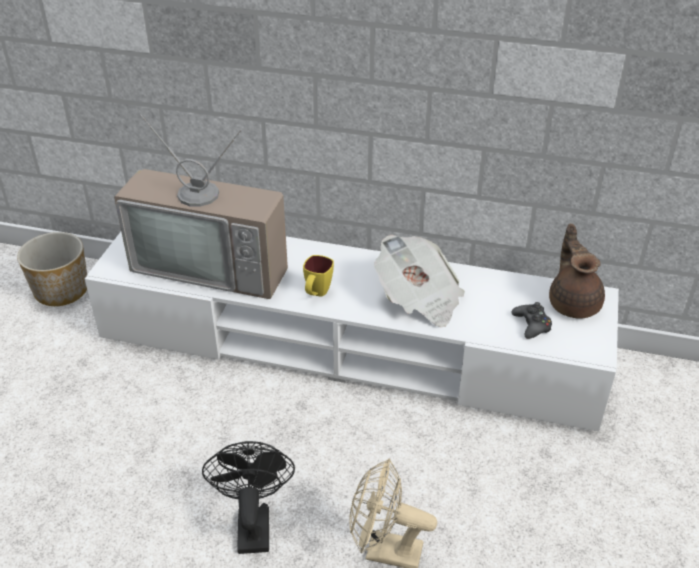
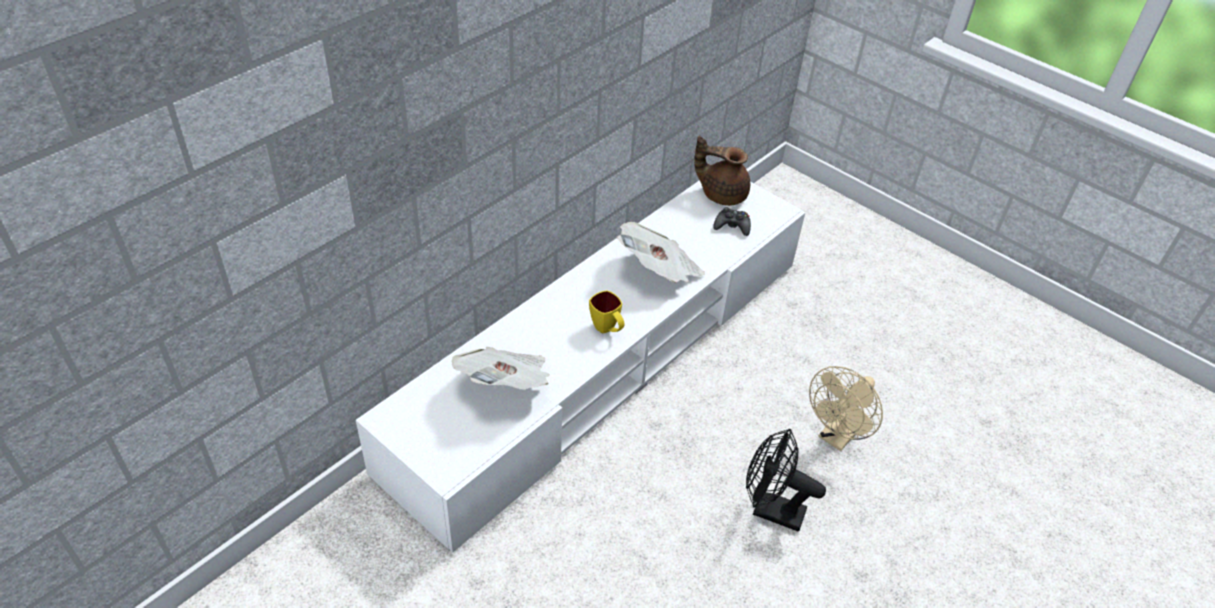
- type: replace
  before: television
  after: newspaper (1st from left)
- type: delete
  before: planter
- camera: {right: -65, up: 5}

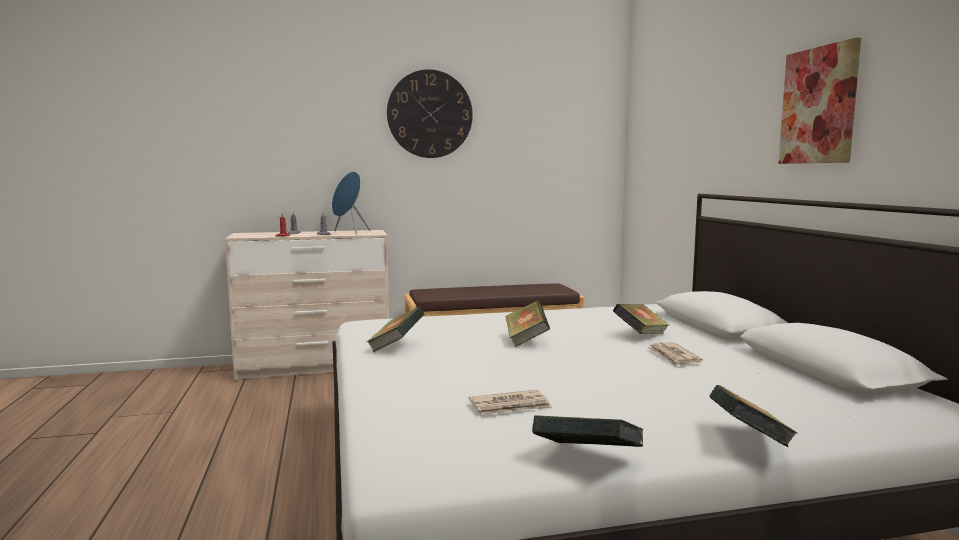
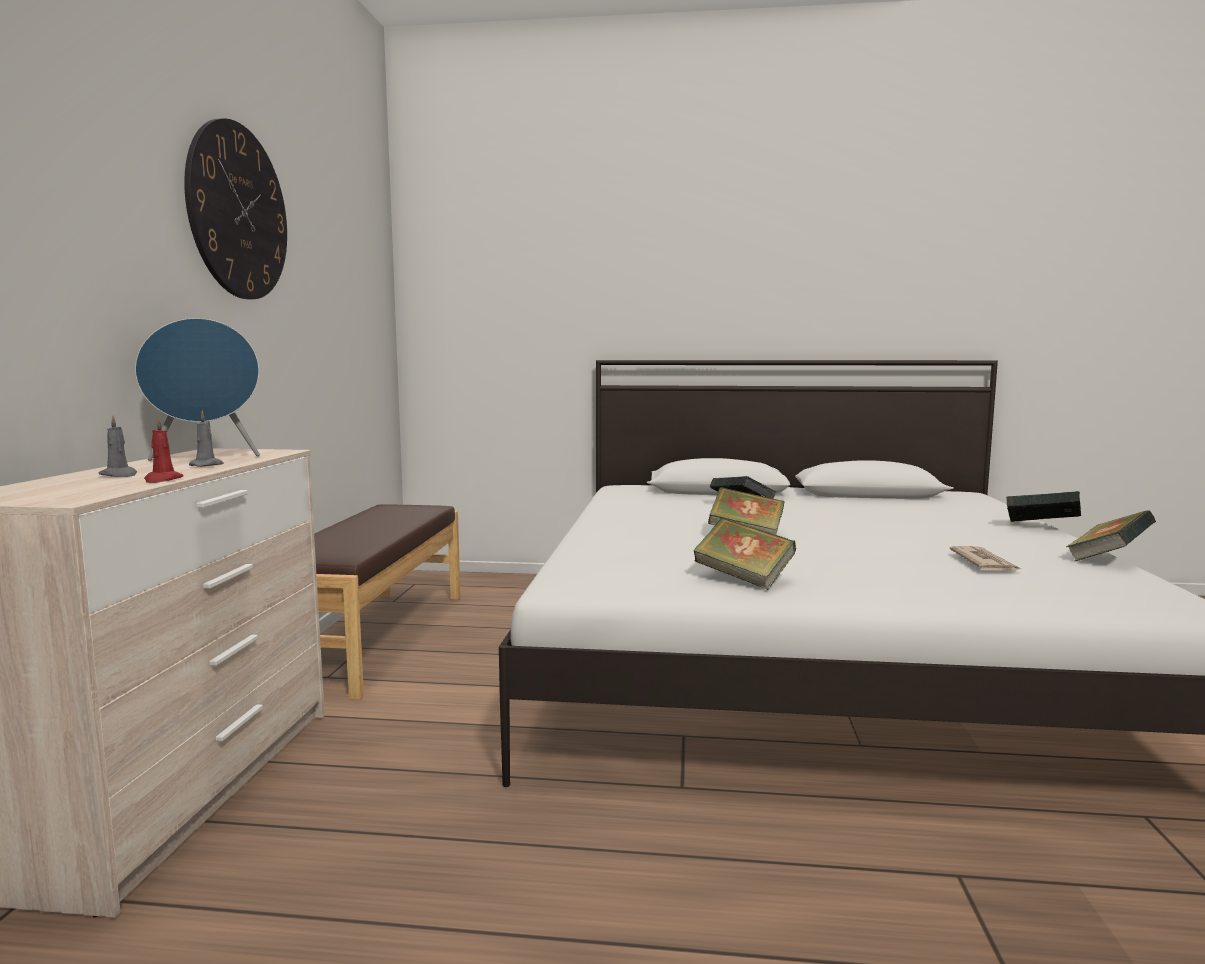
- type: delete
  before: picture
- type: delete
  before: newspaper (2nd from left)
- camera: {right: -70, up: 0}

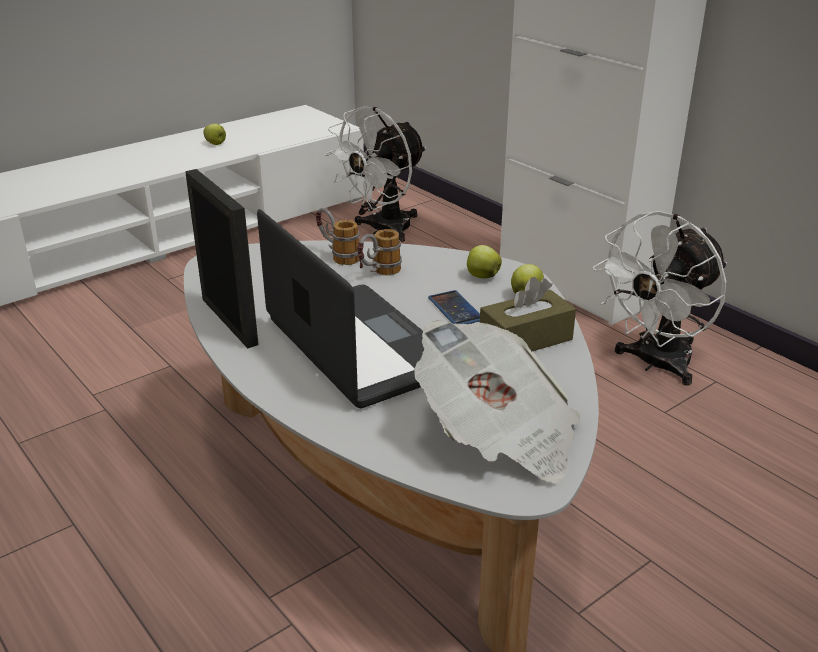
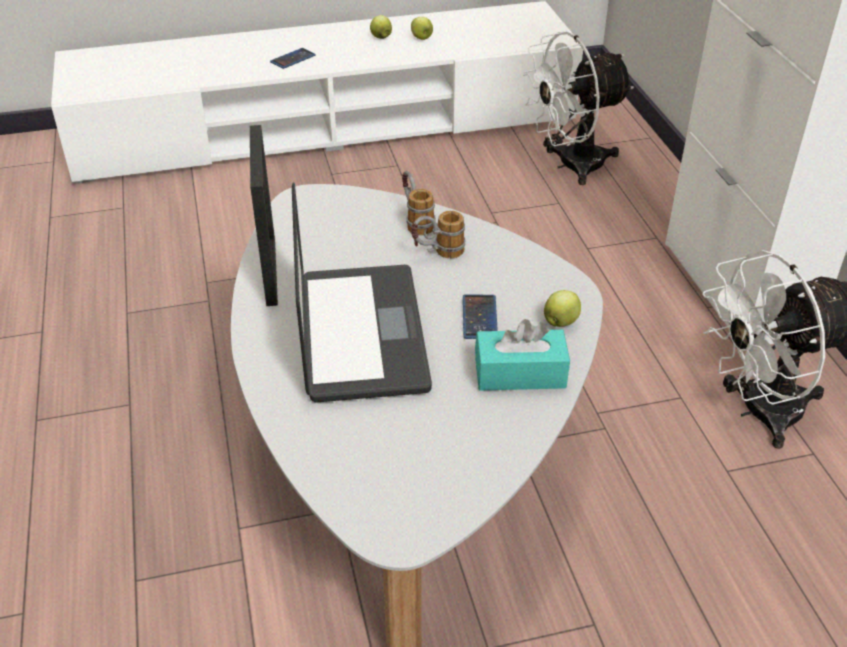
- type: move
  before: apple (2nd from left in the first image)
  after: apple (1st from left)
- type: recolor
  before: tissue box (brown)
  after: tissue box (turquoise)
- type: delete
  before: newspaper
- type: insert
  after: phone (1st from left)
- camera: {right: 25, up: 10}

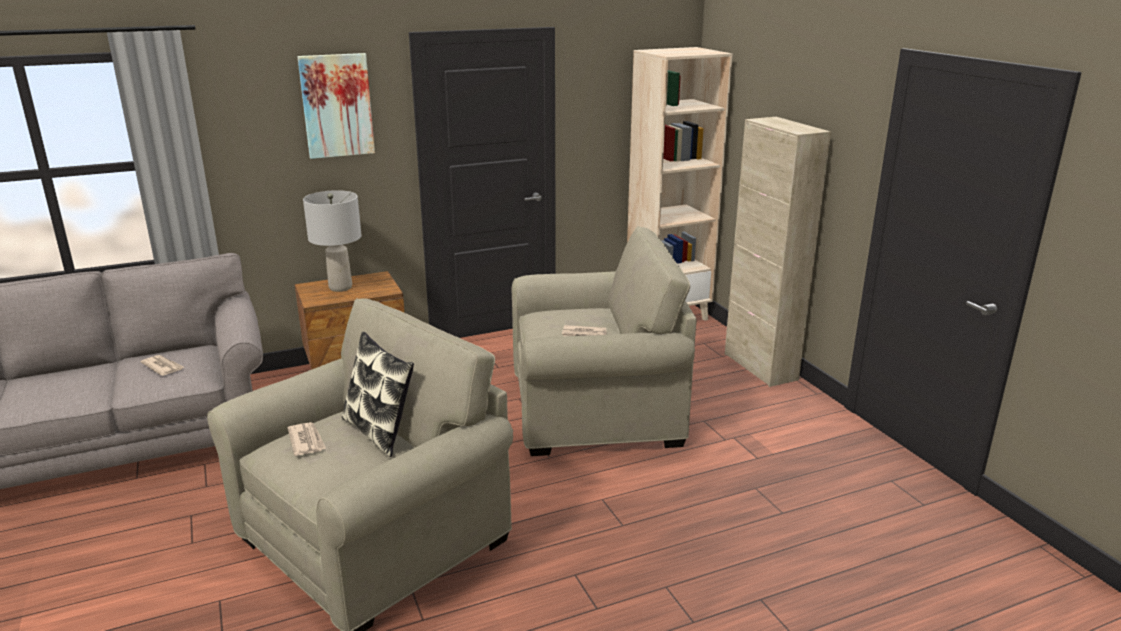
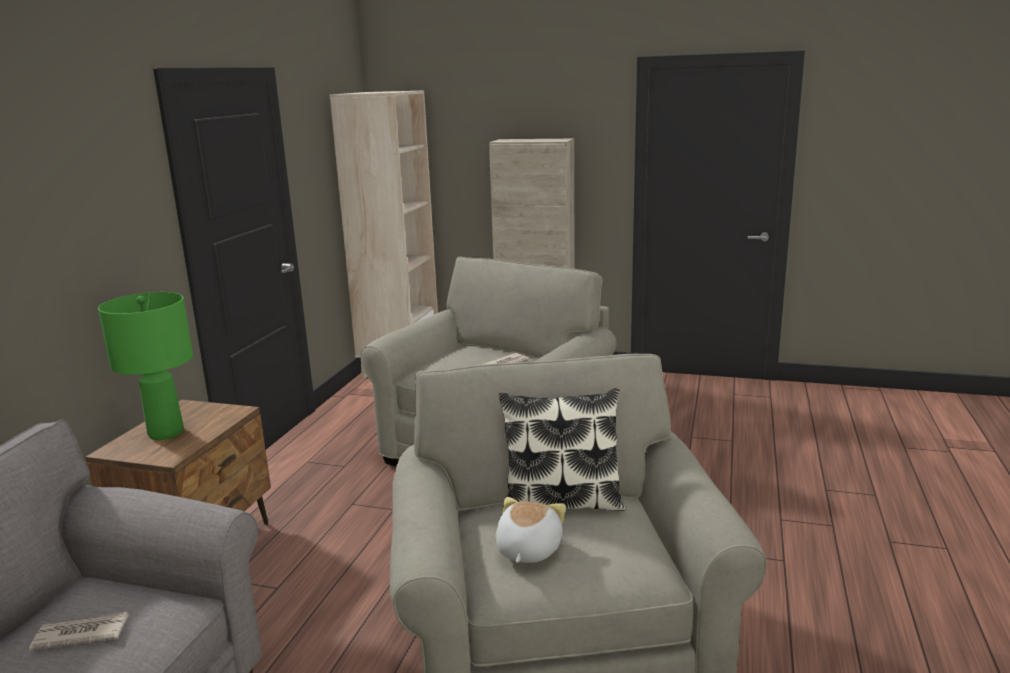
- type: delete
  before: picture
- type: recolor
  before: table lamp (grey)
  after: table lamp (green)
- type: replace
  before: newspaper (2nd from left)
  after: plush toy
- camera: {right: -50, up: -5}

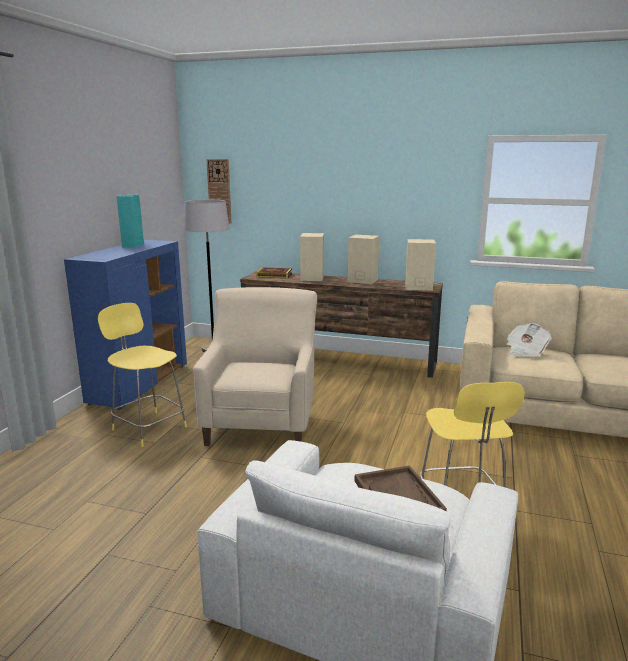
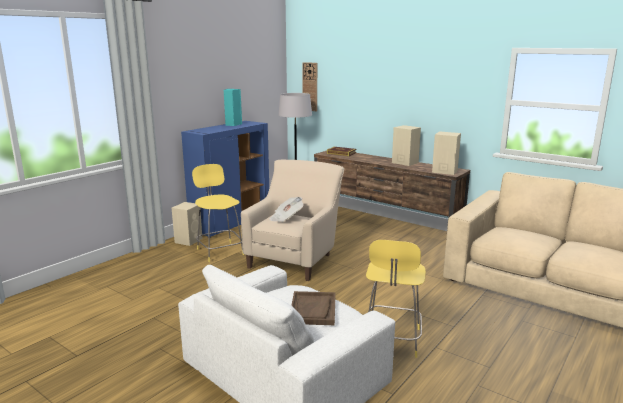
- type: move
  before: speaker (beige) (1st from left)
- type: move
  before: newspaper
- camera: {right: 20, up: 0}

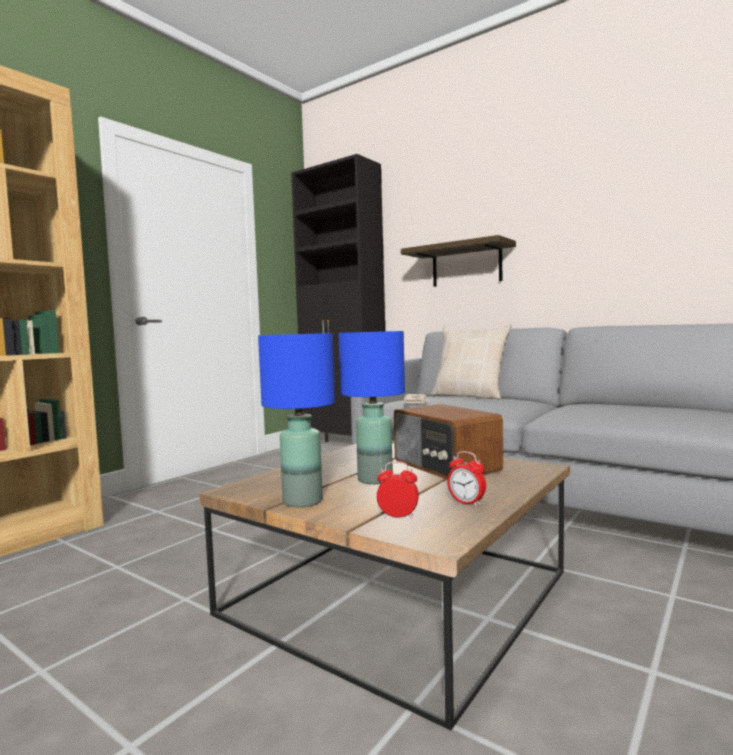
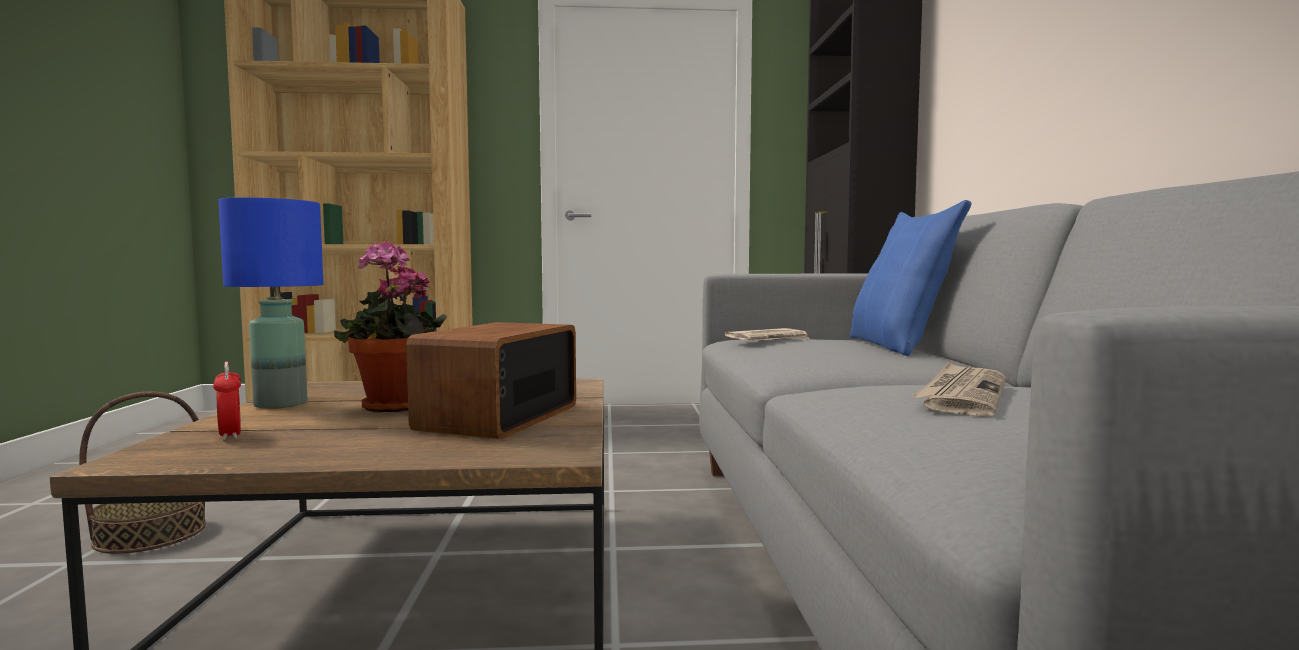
- type: delete
  before: shelf
- type: recolor
  before: pillow (beige)
  after: pillow (blue)
- type: replace
  before: table lamp (blue) (2nd from left)
  after: potted plant
- type: delete
  before: alarm clock (2nd from left)
- type: insert
  after: newspaper (2nd from left)
- type: insert
  after: basket
- camera: {right: 50, up: 0}

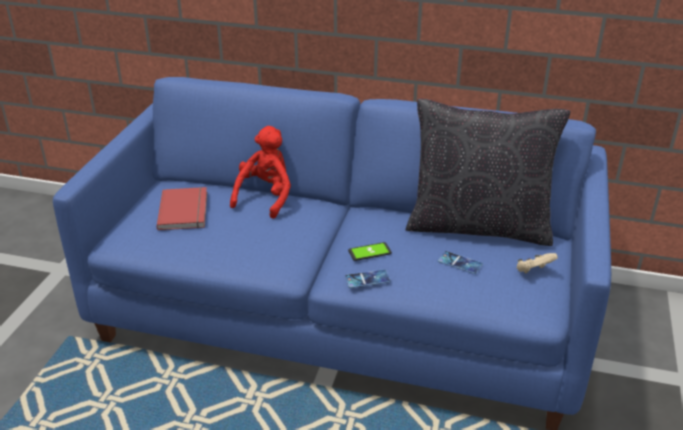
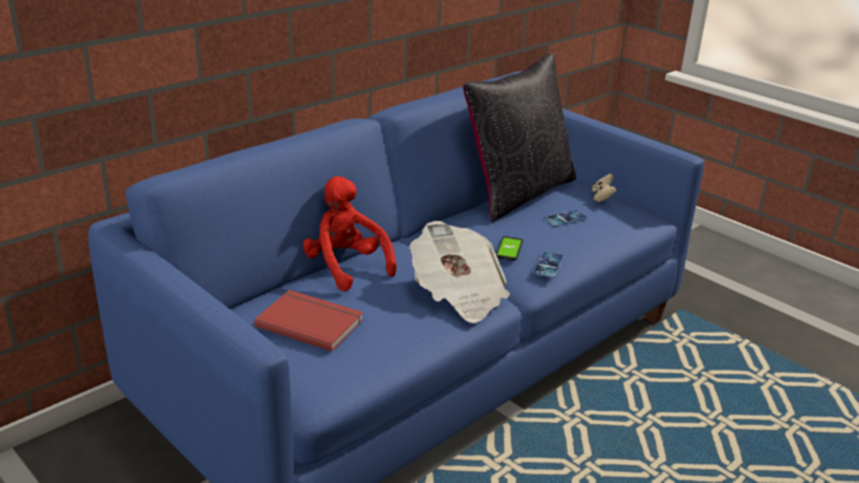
- type: insert
  after: newspaper
- camera: {right: -60, up: -5}

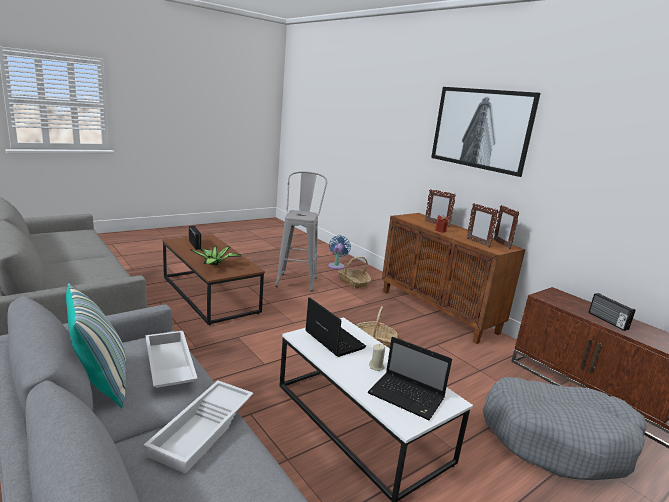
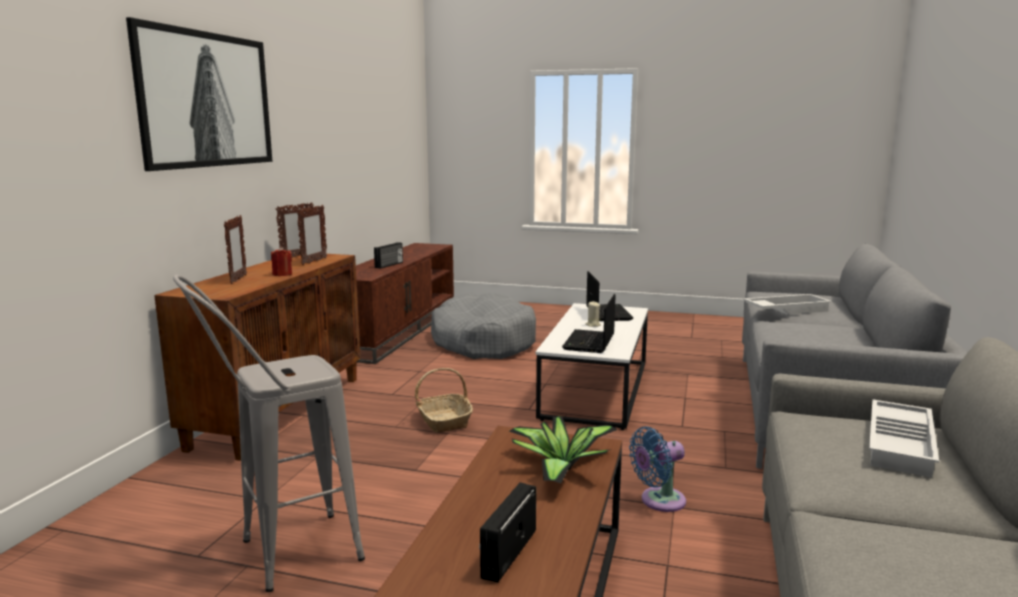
- type: move
  before: fan (blue)
- type: delete
  before: basket (1st from left)
- type: delete
  before: pillow
- type: move
  before: tray (white) (1st from left in the first image)
  after: tray (white) (2nd from left)
- camera: {right: -125, up: -5}

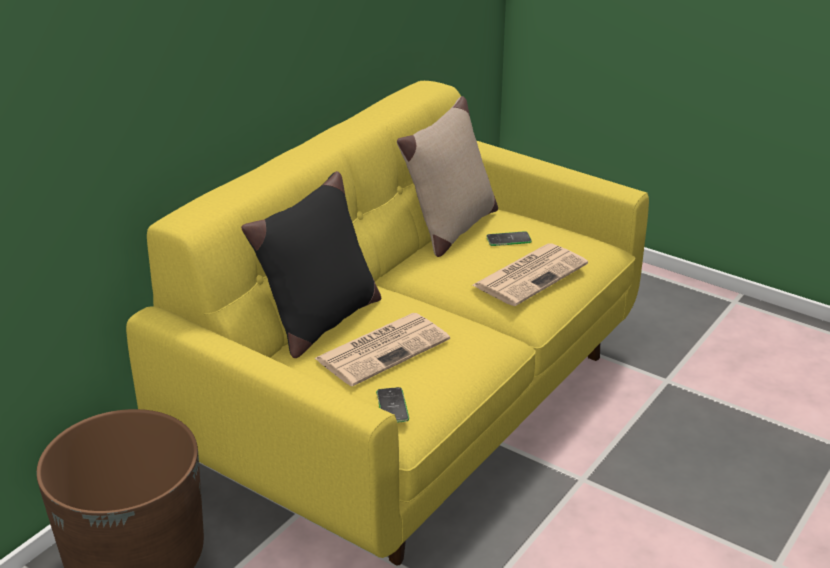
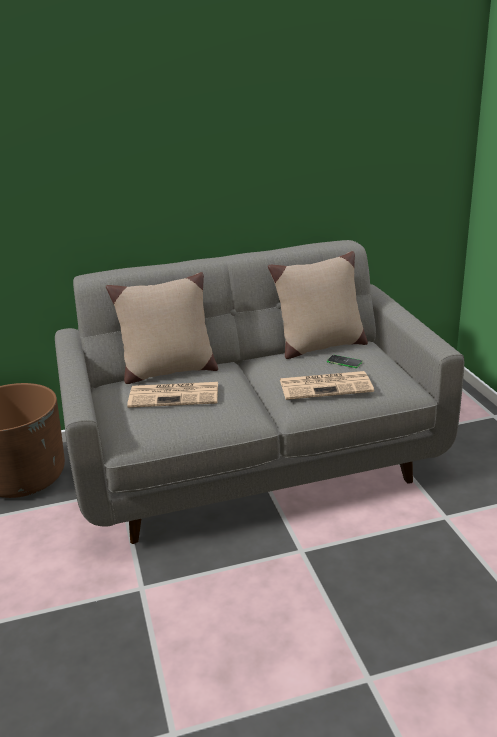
- type: recolor
  before: sofa (yellow)
  after: sofa (grey)
- type: recolor
  before: pillow (black)
  after: pillow (beige) (1st from left)
- type: delete
  before: phone (1st from left)
- camera: {right: 40, up: -5}

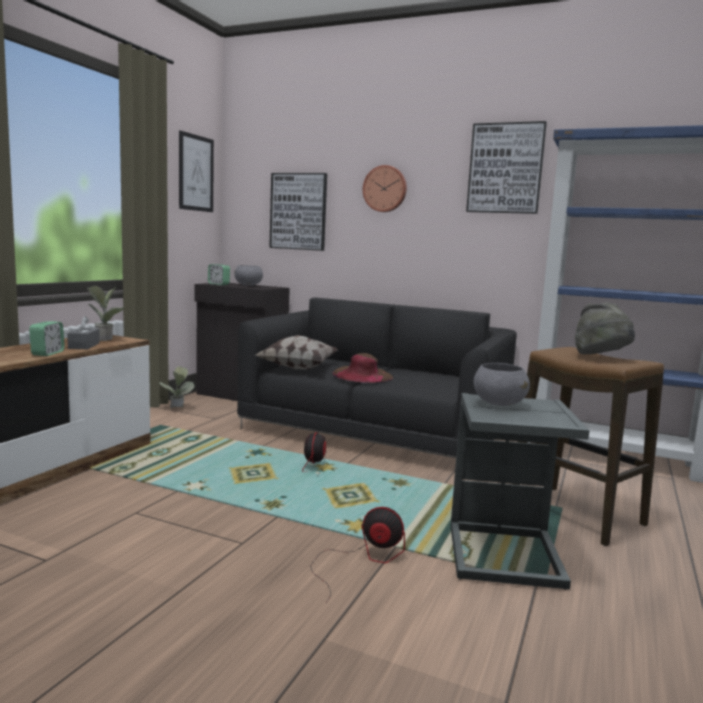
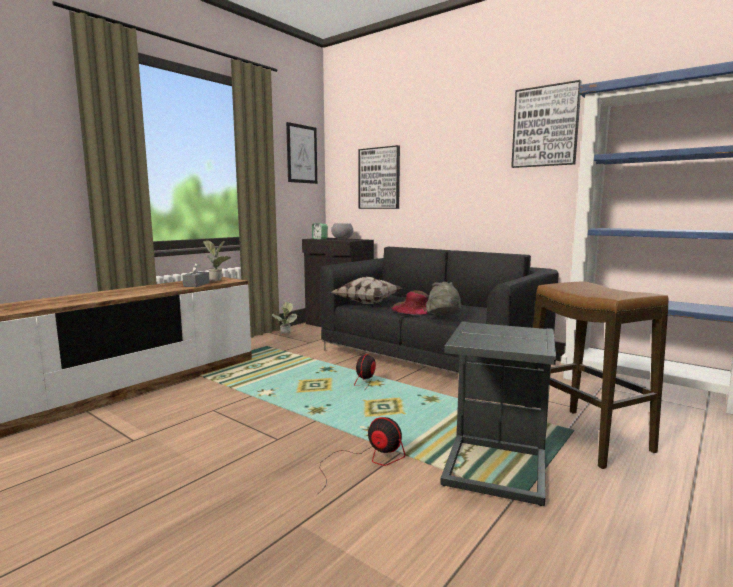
- type: delete
  before: wall clock
- type: move
  before: hat (grey)
- type: delete
  before: alarm clock (1st from left)
- type: delete
  before: bowl (grey) (2nd from left)
- camera: {right: 15, up: 0}

